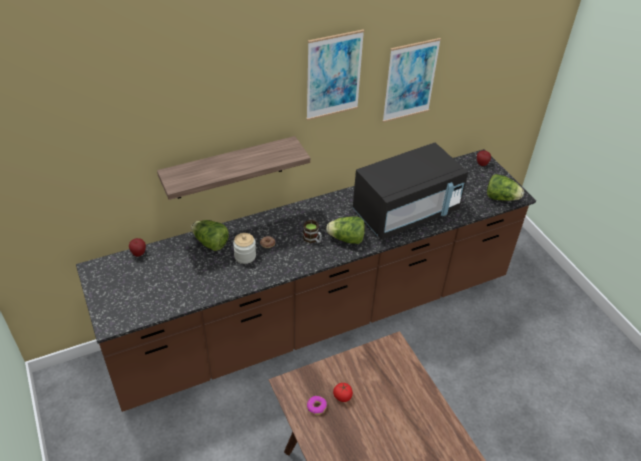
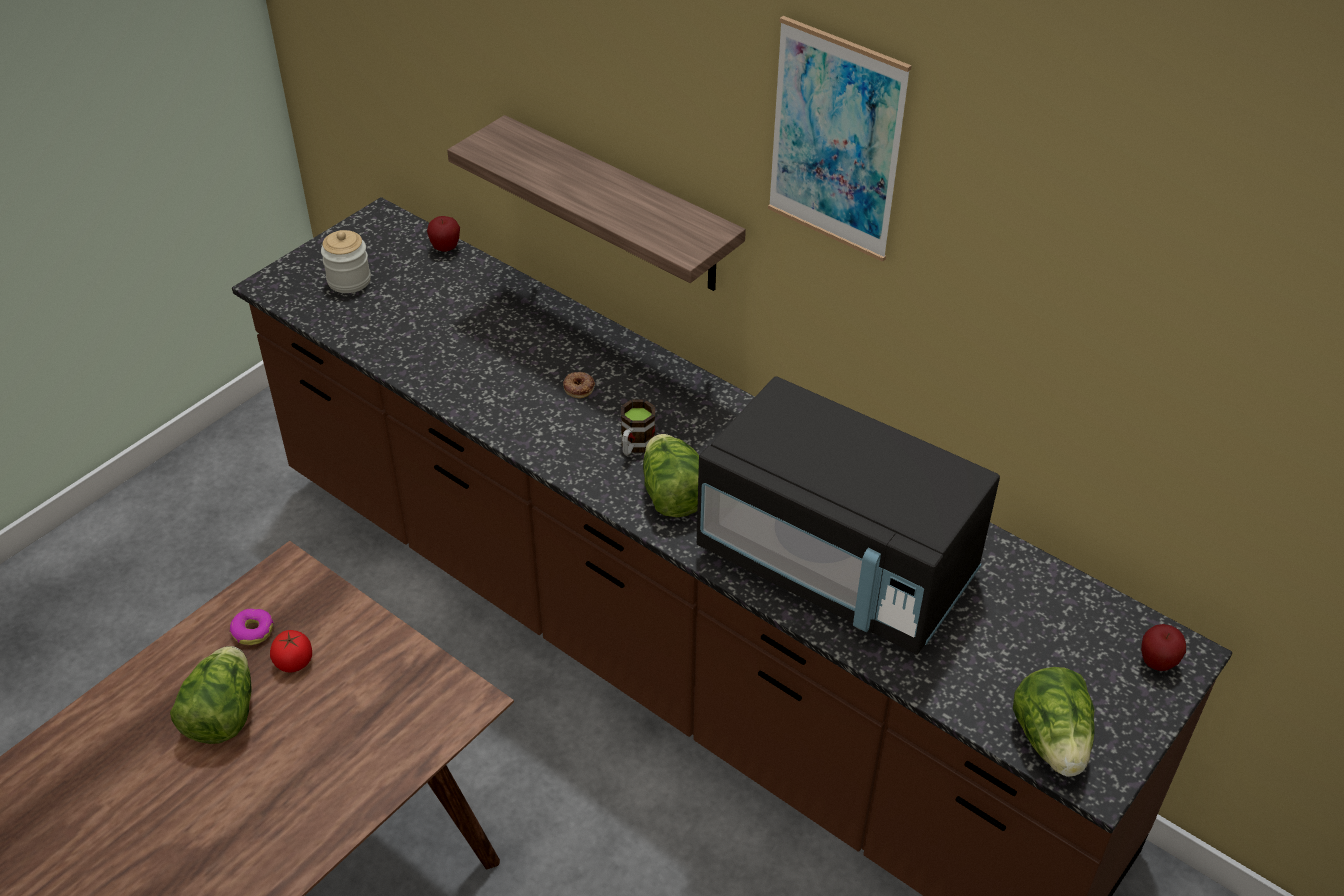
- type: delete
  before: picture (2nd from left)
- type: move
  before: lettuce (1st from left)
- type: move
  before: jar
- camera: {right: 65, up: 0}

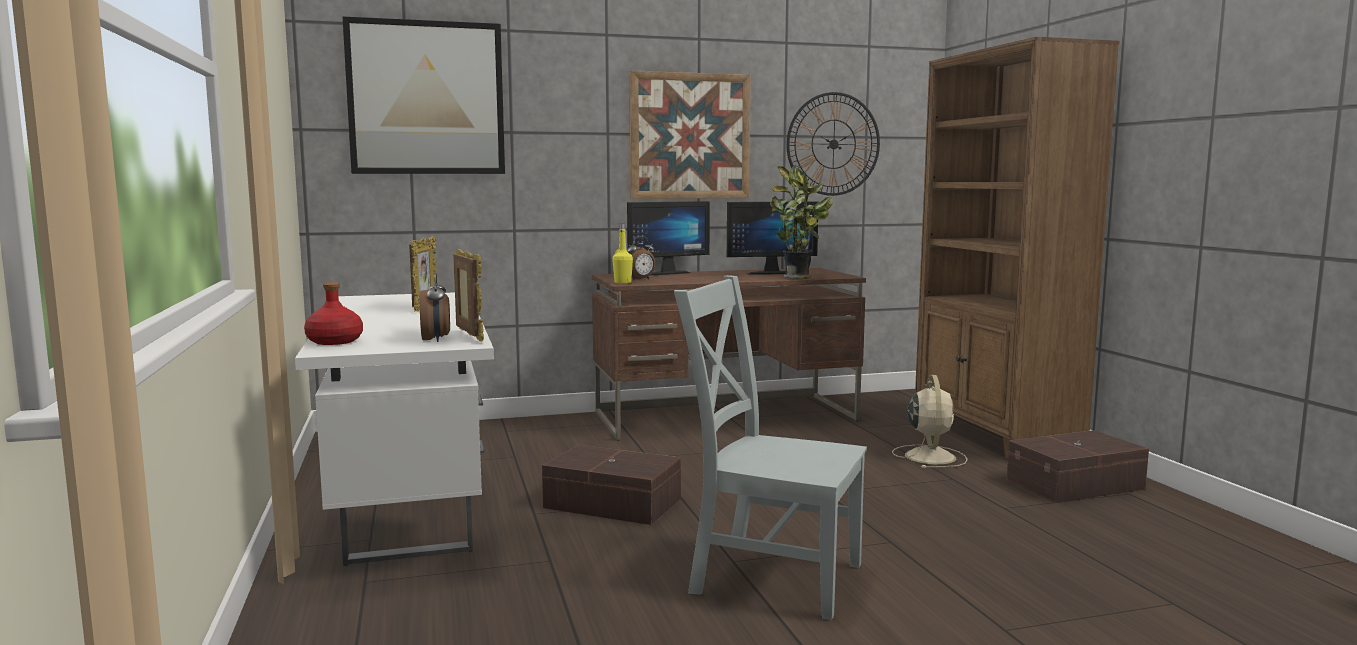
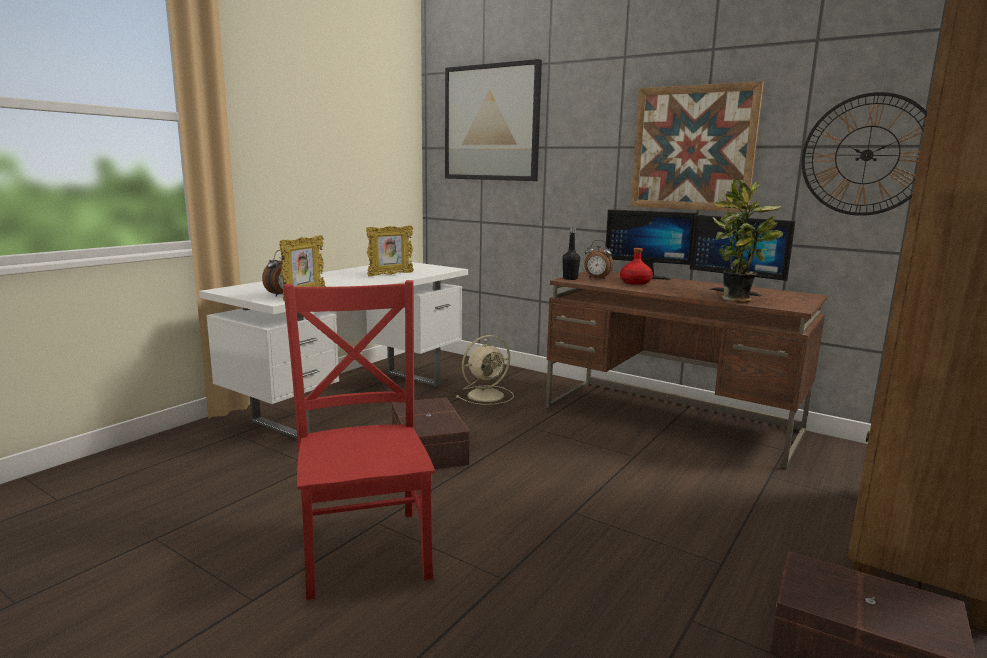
- type: recolor
  before: bottle (yellow)
  after: bottle (black)
- type: recolor
  before: chair (grey)
  after: chair (red)
- type: move
  before: bottle (red)
- type: move
  before: fan (beige)
- camera: {right: 50, up: 5}

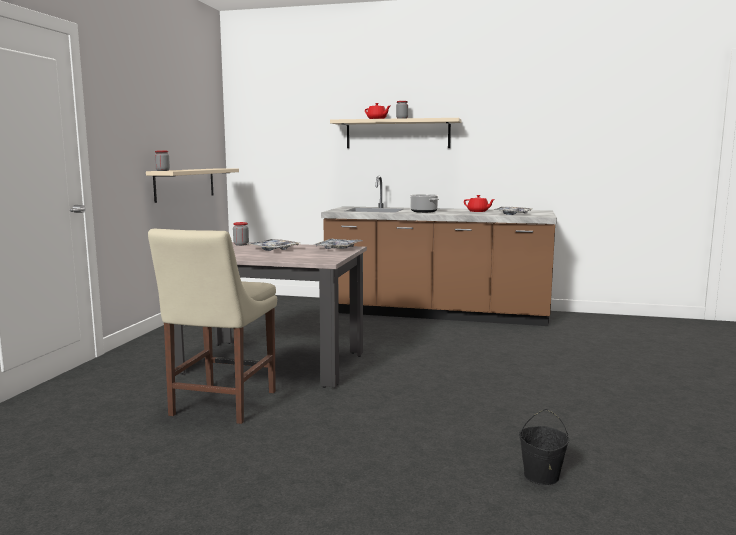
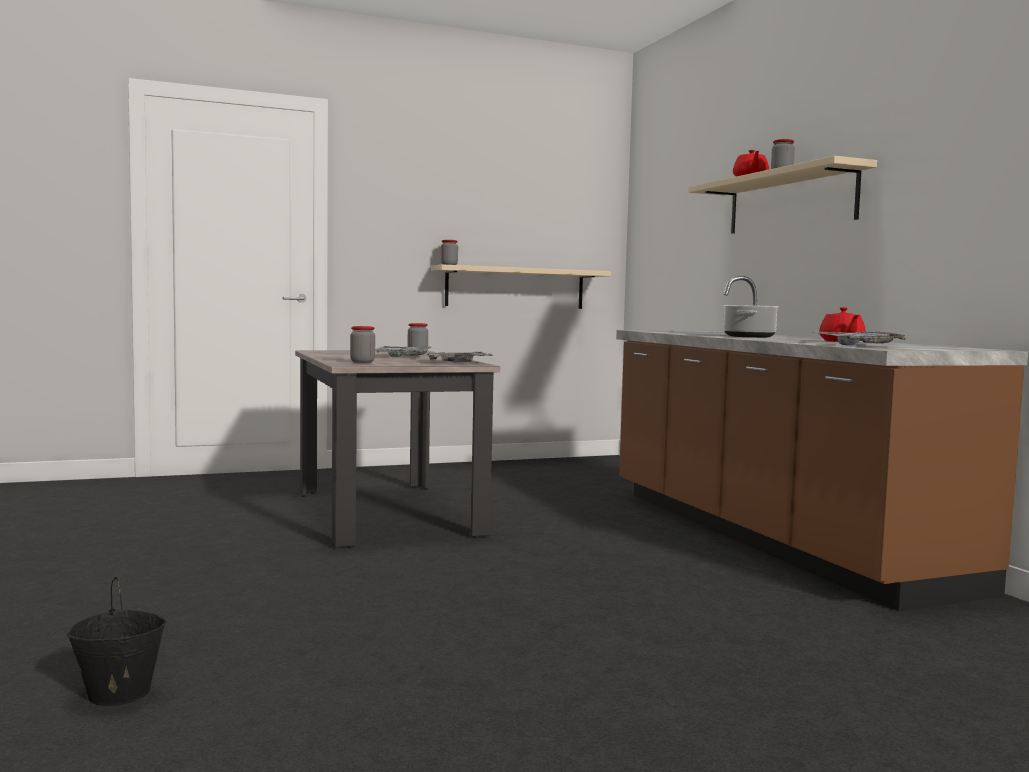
- type: delete
  before: chair (beige)
- type: insert
  after: jar (1st from left)
- camera: {right: 55, up: -5}

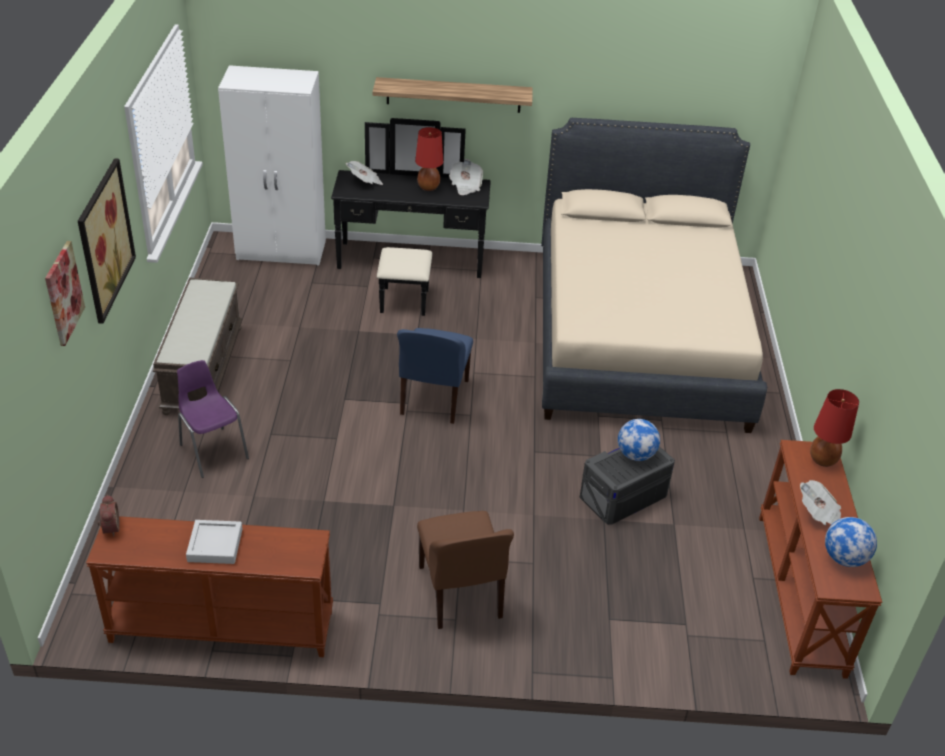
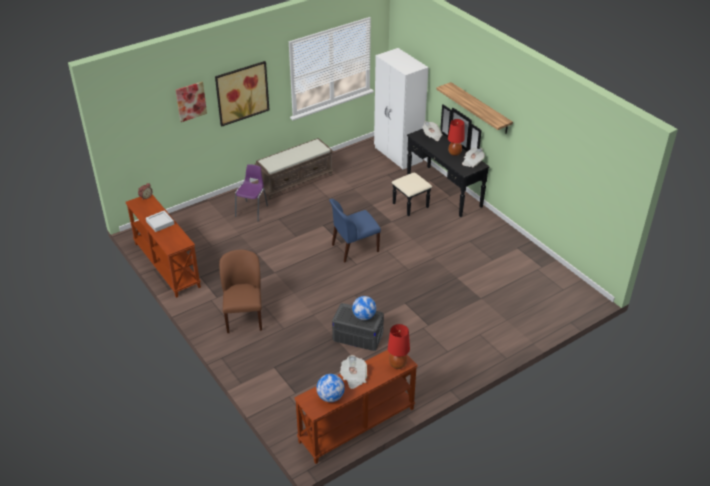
- type: delete
  before: bed (beige)
- type: rotate
  before: chair (brown)
  turn: 135
- camera: {right: 55, up: 0}

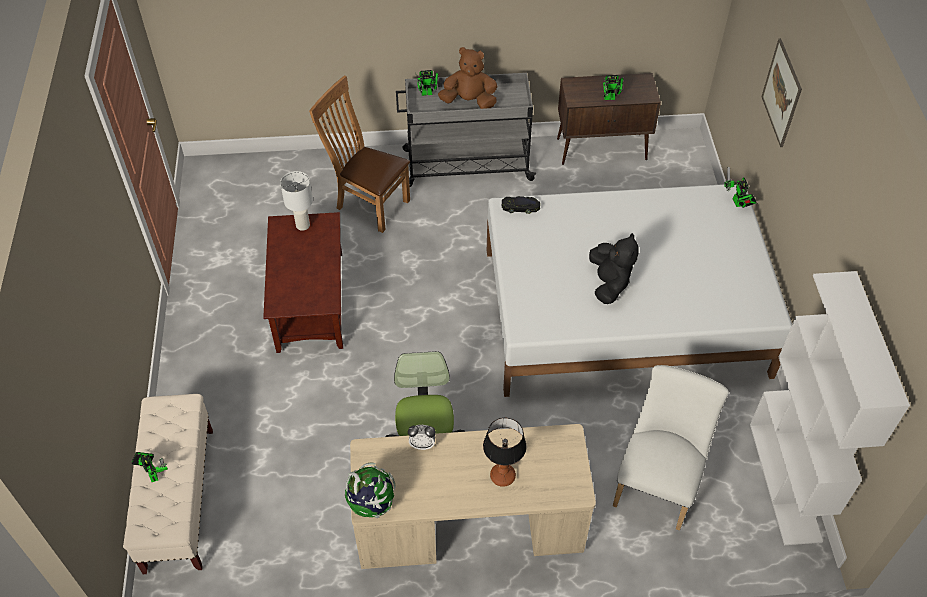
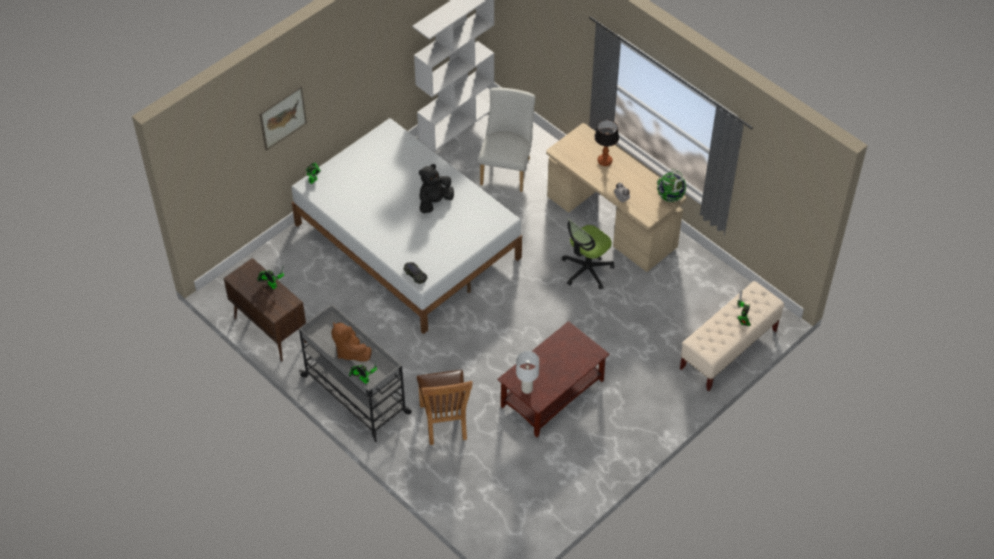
- type: rotate
  before: chair (white)
  turn: 120
- camera: {right: -130, up: 0}

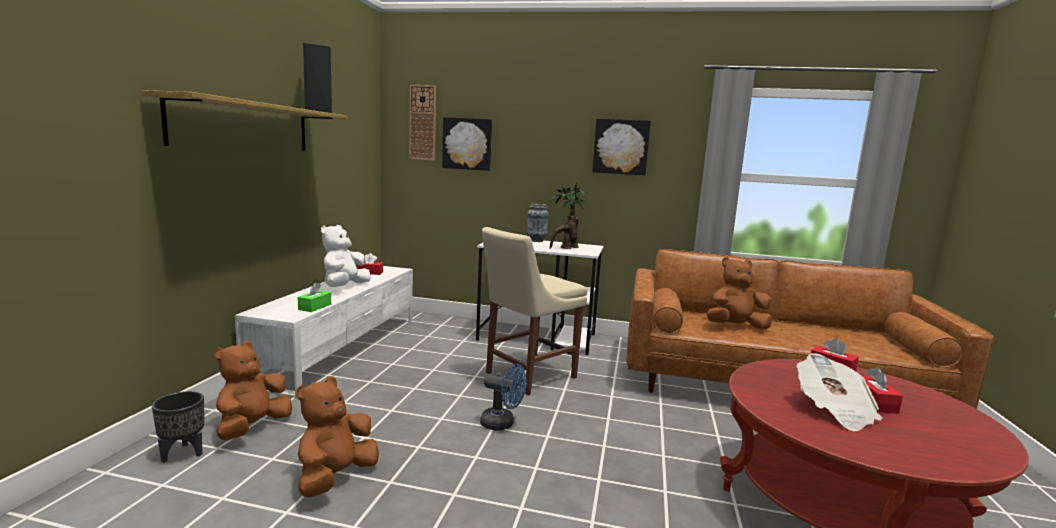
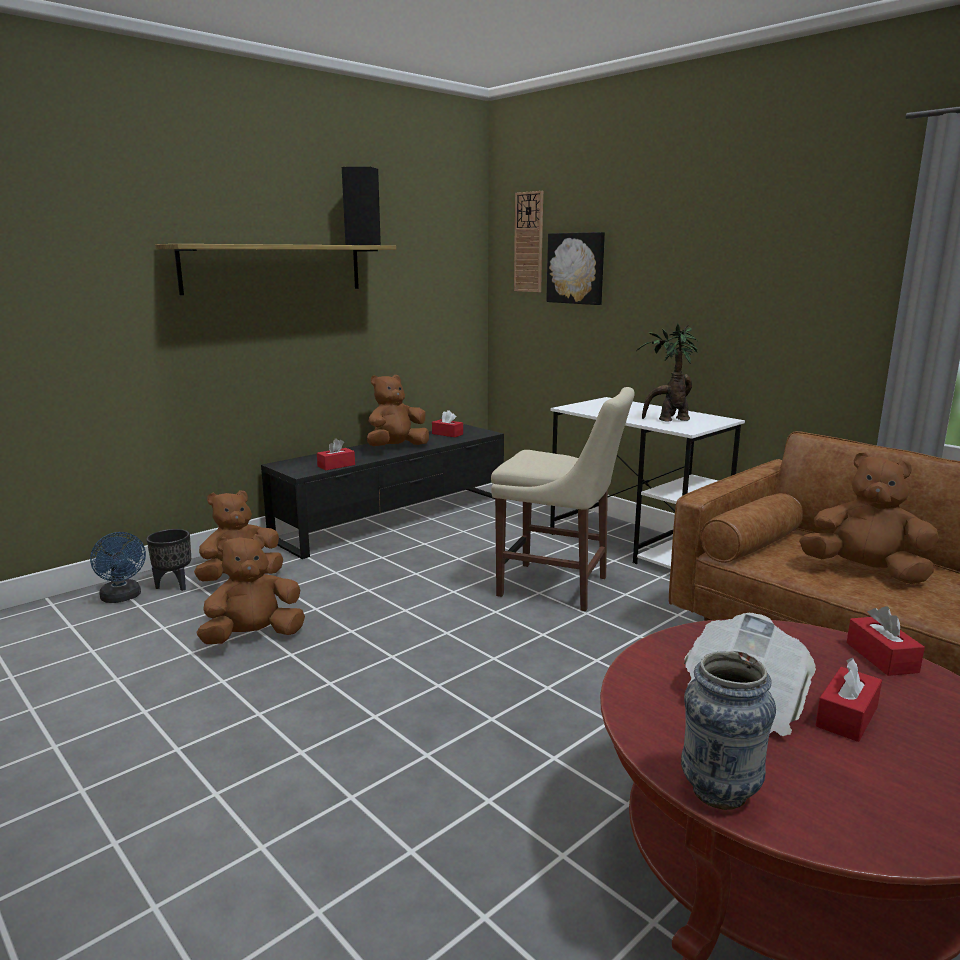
- type: delete
  before: picture (2nd from left)
- type: move
  before: vase
- type: recolor
  before: plush toy (white)
  after: plush toy (brown) (3rd from left)
- type: rotate
  before: chair (beige)
  turn: -150
- type: recolor
  before: tv stand (white)
  after: tv stand (black)
- type: recolor
  before: tissue box (green)
  after: tissue box (red) (1st from left)
- type: move
  before: fan (blue)
- camera: {right: 35, up: 5}

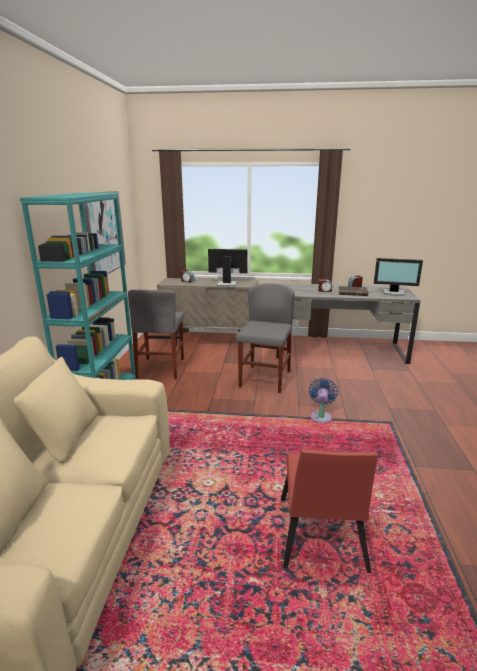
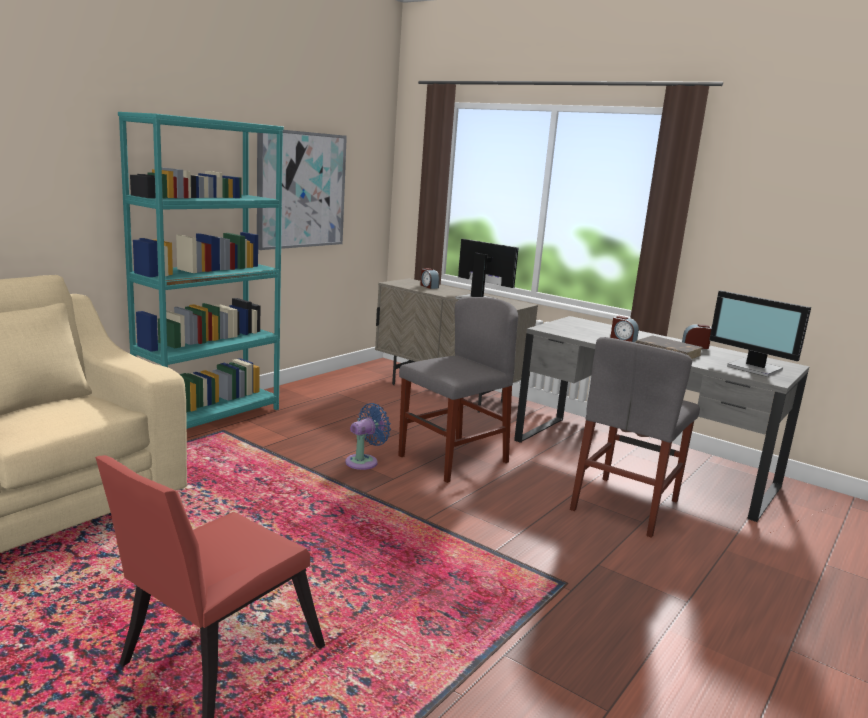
- type: move
  before: chair (grey) (1st from left in the first image)
  after: chair (grey) (2nd from left)
- type: move
  before: fan (blue)
- camera: {right: 30, up: -5}

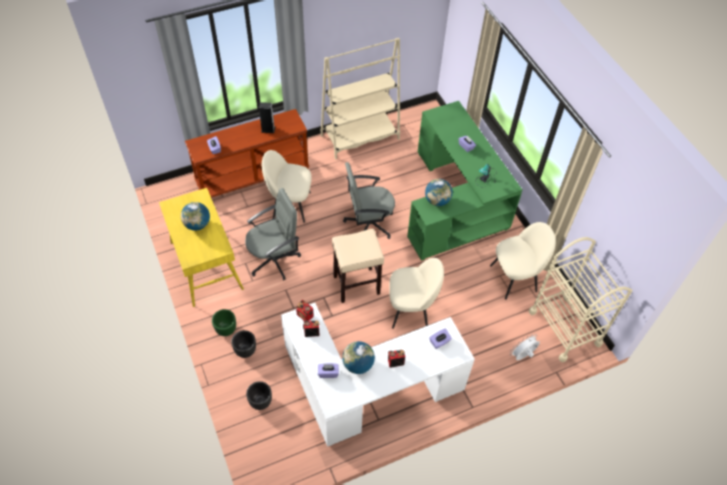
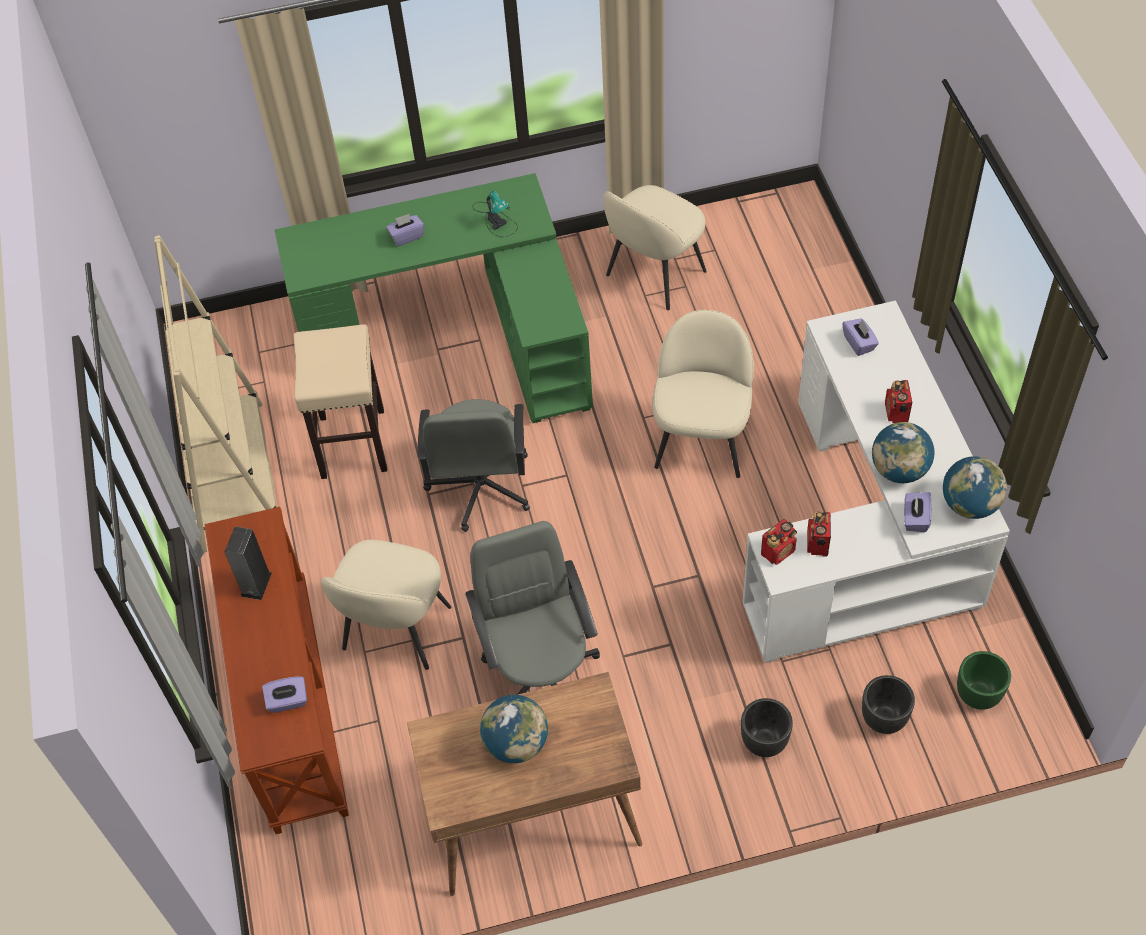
- type: move
  before: globe (3rd from left)
- type: recolor
  before: desk (yellow)
  after: desk (brown)
- type: rotate
  before: chair (beige) (3rd from left in the first image)
  turn: -135
- type: move
  before: stool (beige)
- type: delete
  before: cart (beige)
- type: move
  before: planter (green)
- type: delete
  before: fan (white)
- camera: {right: -75, up: 0}

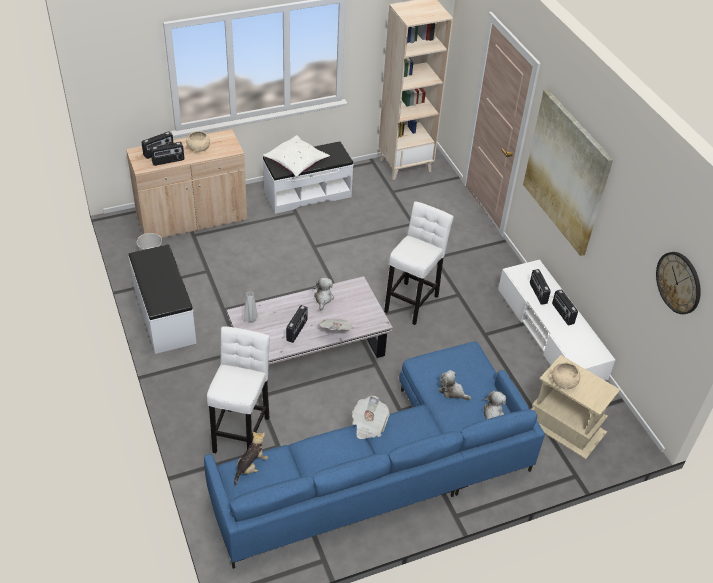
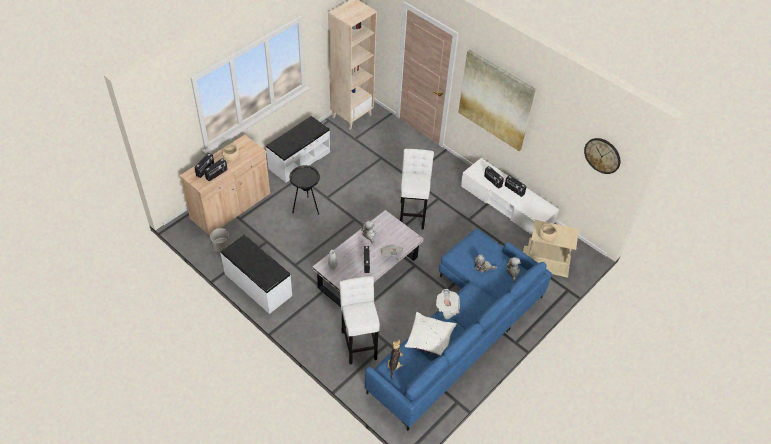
- type: move
  before: pillow (white)
- type: insert
  after: side table (black)
- camera: {right: -25, up: 5}

